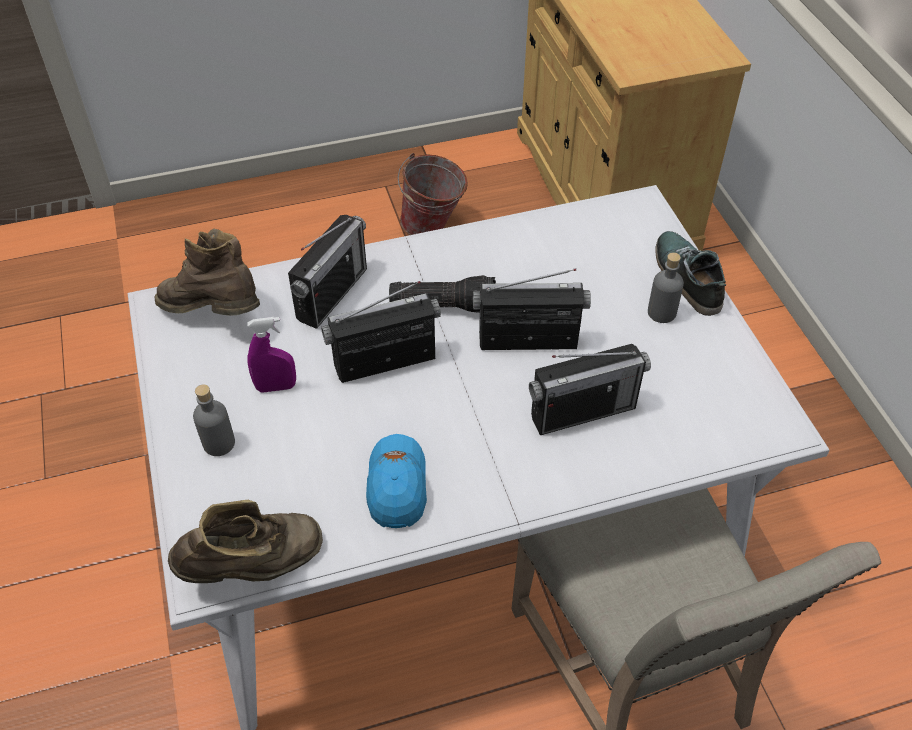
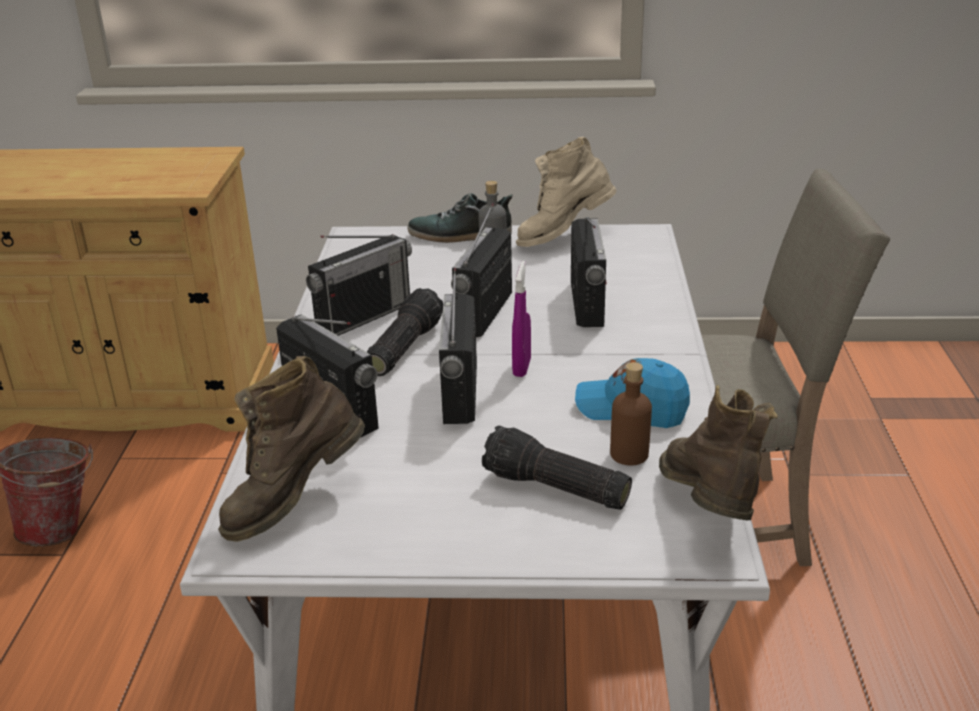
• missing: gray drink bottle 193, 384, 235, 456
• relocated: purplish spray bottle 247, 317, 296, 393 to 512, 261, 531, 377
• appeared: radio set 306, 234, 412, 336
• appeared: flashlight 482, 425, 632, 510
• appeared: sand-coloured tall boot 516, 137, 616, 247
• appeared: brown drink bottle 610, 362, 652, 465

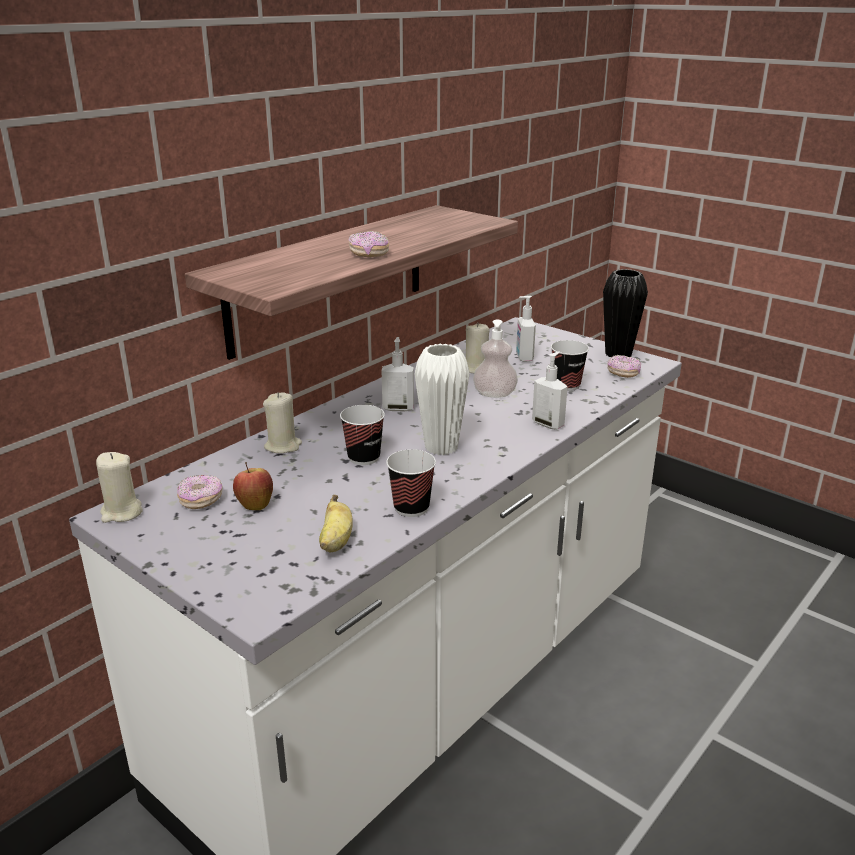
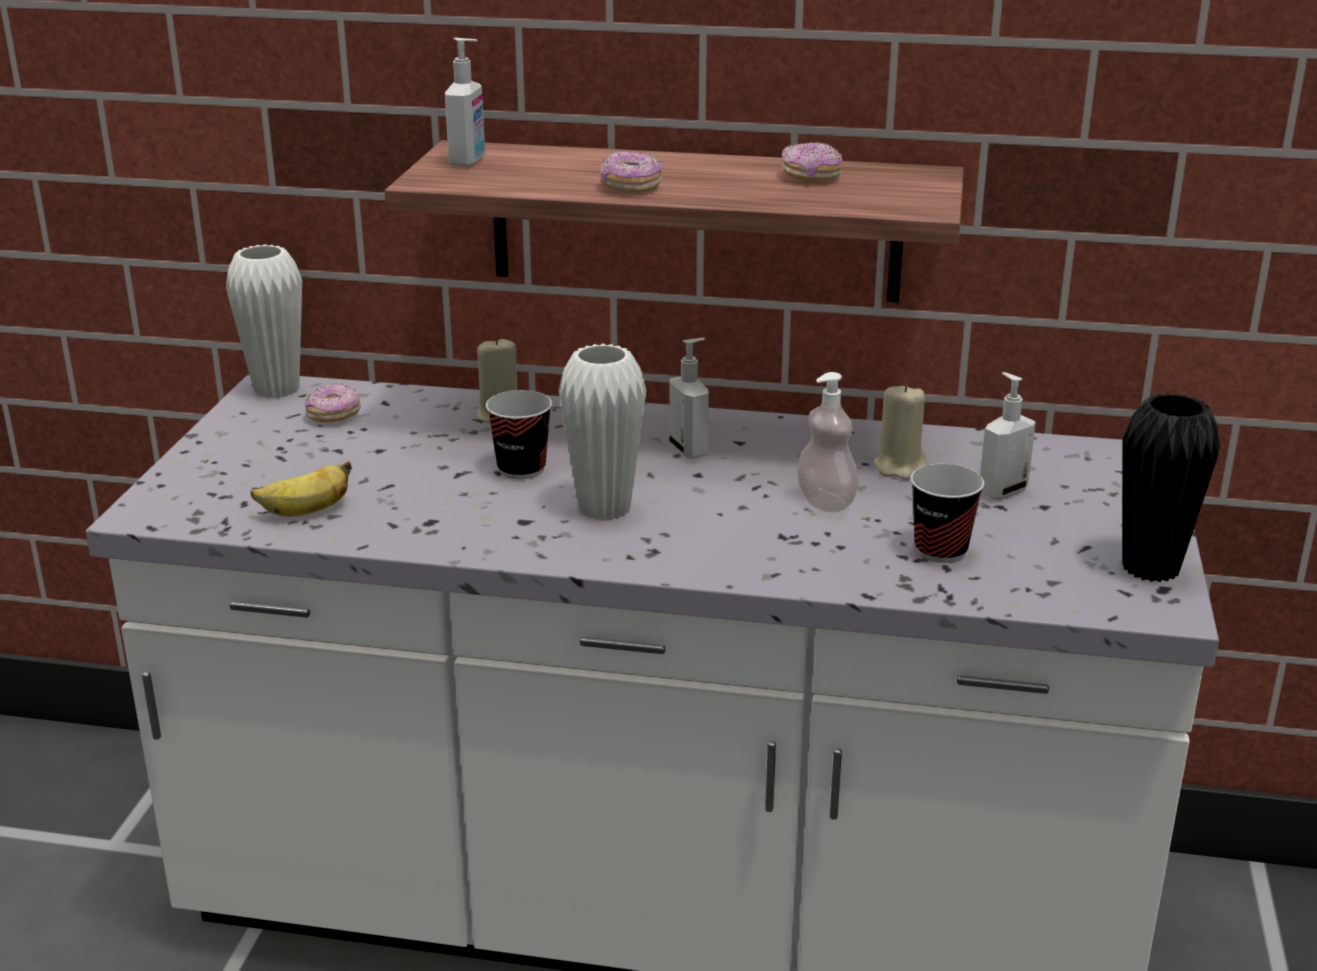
• exchanged: sand-coloured wax light 96, 452, 143, 523 to white vase 226, 244, 302, 399
• missing: whole apple 233, 462, 273, 510
• missing: drinking cup 386, 449, 436, 517
• relocated: liquid soap bottle 532, 351, 568, 429 to 445, 38, 485, 167
• relocated: ring doughnut 608, 355, 641, 378 to 782, 142, 843, 182

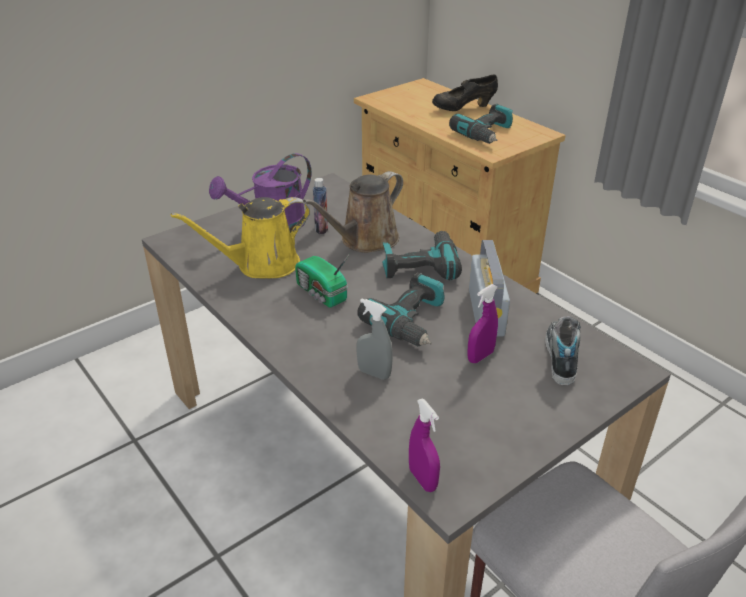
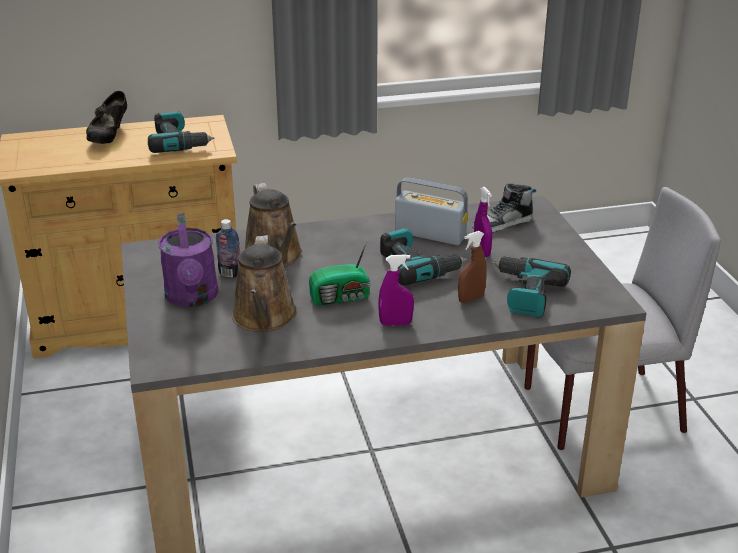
• colour: yellowish watering can 171, 197, 310, 278 to brown watering can 232, 235, 297, 332
• colour: gray spray bottle 357, 298, 393, 380 to brown spray bottle 458, 231, 487, 303
• relocated: drill 382, 231, 462, 280 to 492, 256, 571, 317
• relocated: purplish spray bottle 409, 399, 440, 492 to 378, 254, 414, 326
• spun: shoe 545, 316, 581, 386 = 472, 183, 536, 232 60 degrees counterclockwise

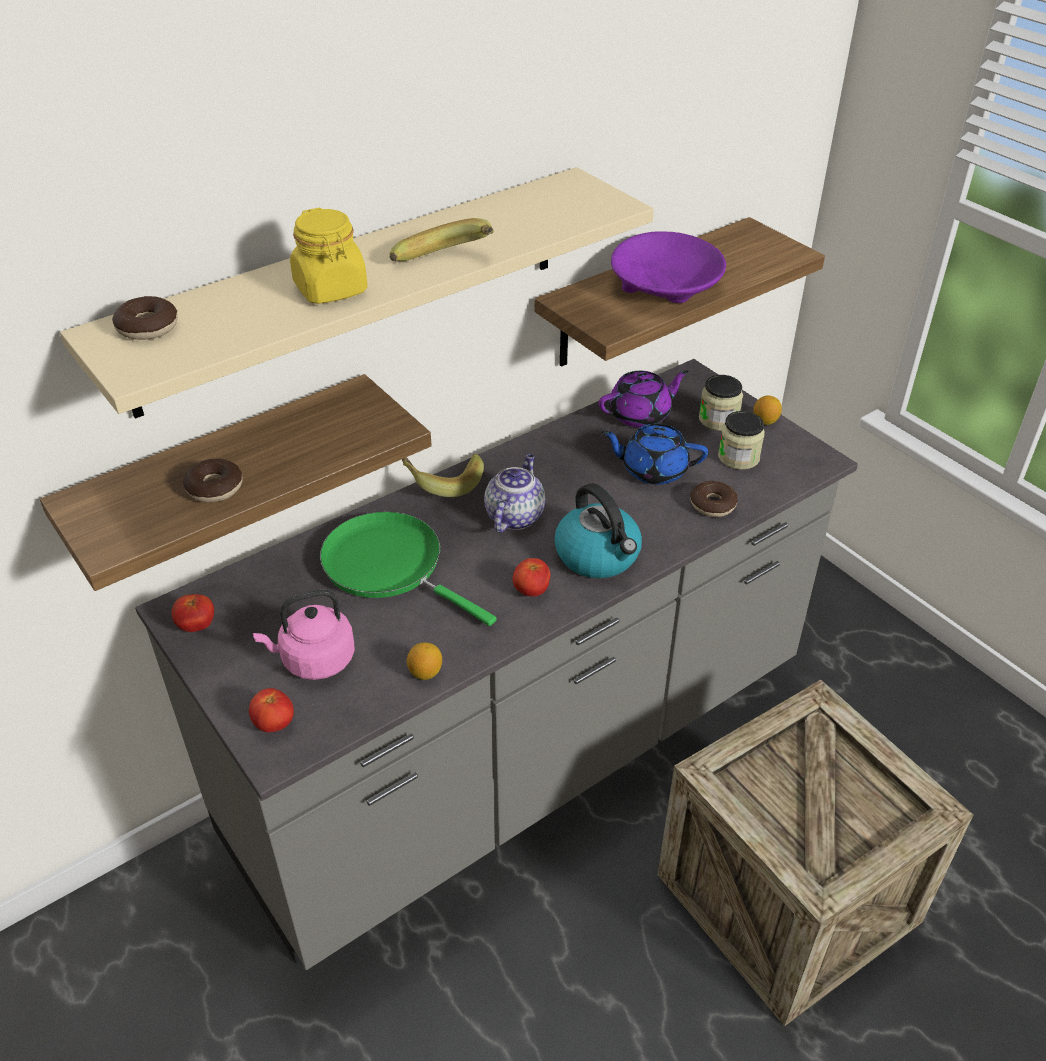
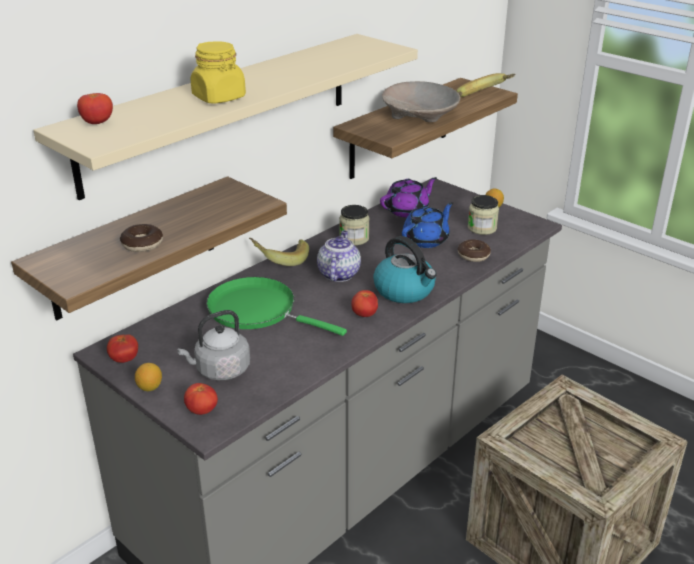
• exchanged: ring doughnut 112, 296, 178, 340 to whole tomato 77, 93, 113, 124
• colour: pinkish tea kettle 253, 589, 355, 680 to gray tea kettle 177, 310, 250, 380
• relocated: whole banana 389, 218, 494, 261 to 457, 73, 516, 97
• relocated: lemon 407, 642, 442, 680 to 135, 363, 162, 391
• spun: bluish teapot 601, 423, 708, 485 = 402, 202, 453, 248 135 degrees clockwise
• colour: purplish deep dish 611, 231, 726, 303 to sand-coloured deep dish 382, 81, 460, 122
• relocated: jar 699, 375, 743, 431 to 339, 205, 370, 246

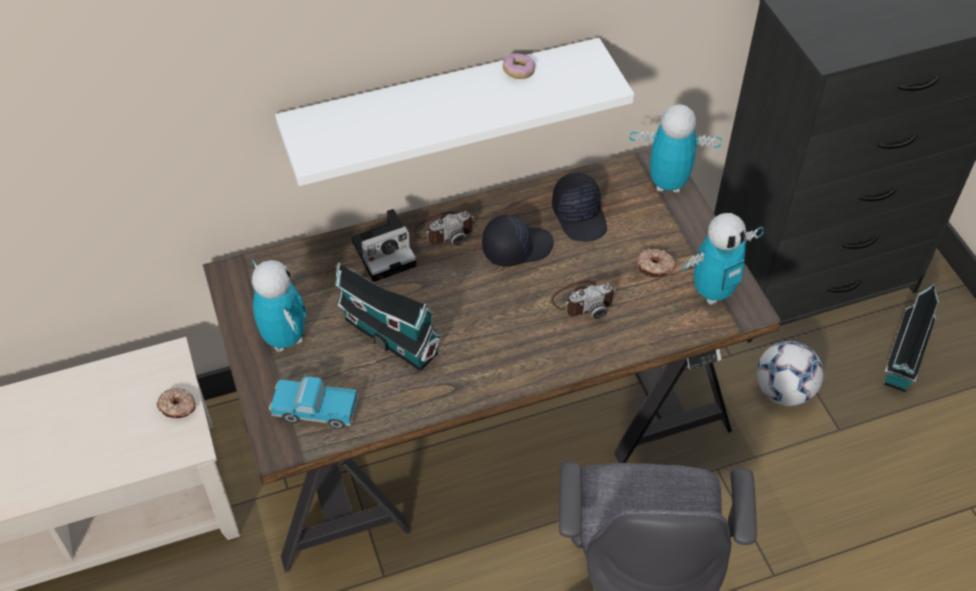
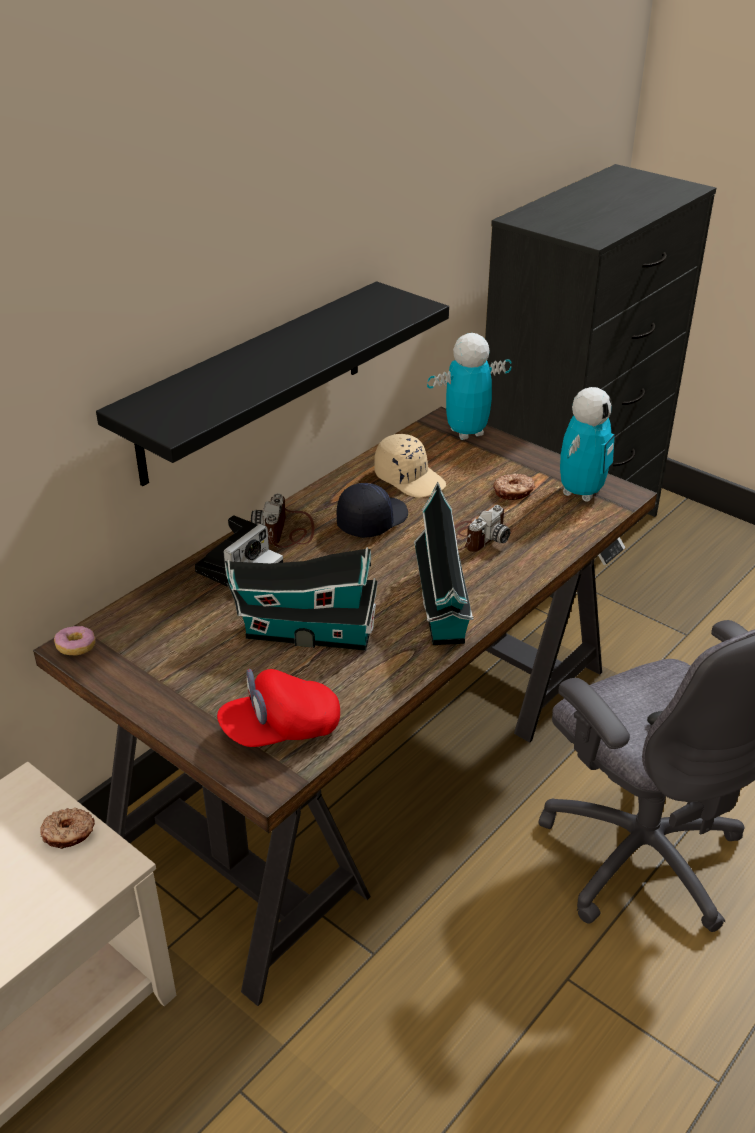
• missing: toy robot 252, 260, 307, 352
• exchanged: model truck 269, 375, 358, 429 to reddish cap 217, 669, 340, 747
• colour: white wall shelf 275, 38, 634, 186 to black wall shelf 96, 281, 449, 486
• spun: still camera 414, 211, 475, 246 = 251, 493, 315, 548 150 degrees clockwise
• relocated: ring doughnut 503, 53, 535, 79 to 54, 626, 96, 656
• colour: black cap 552, 173, 607, 242 to sand-coloured cap 374, 434, 446, 498
• missing: football 757, 341, 823, 406
• relocated: toy house 884, 283, 939, 392 to 414, 482, 474, 645

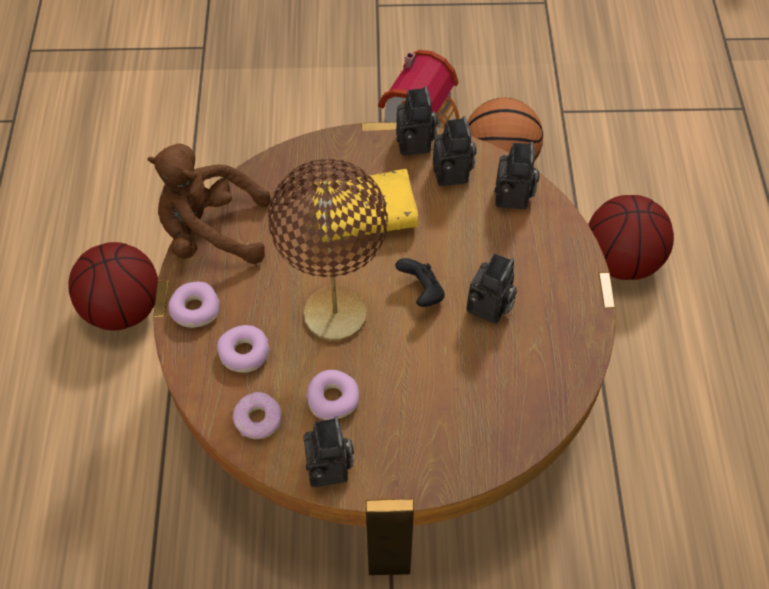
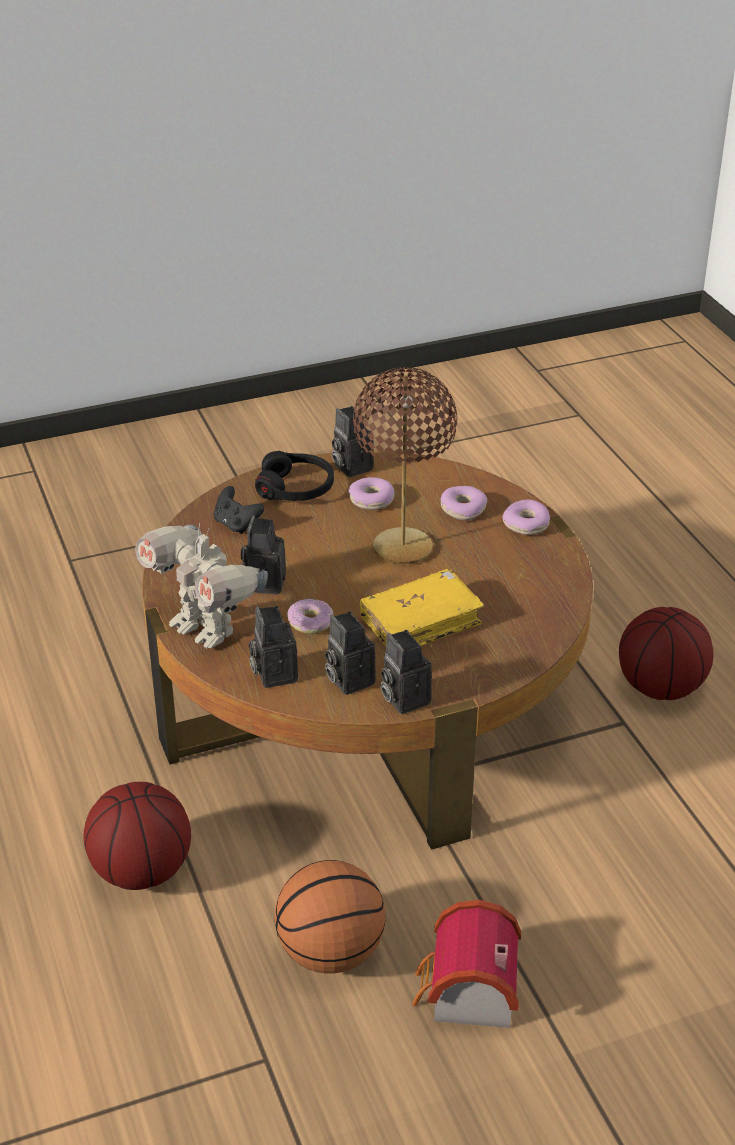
• missing: brown soft toy 147, 143, 271, 264
• relocated: ring doughnut 233, 392, 282, 439 to 287, 599, 333, 634
• relocated: black joypad 395, 258, 445, 307 to 214, 486, 264, 534
• appeared: toy robot 135, 523, 268, 648
• appeared: black headset 255, 451, 334, 501

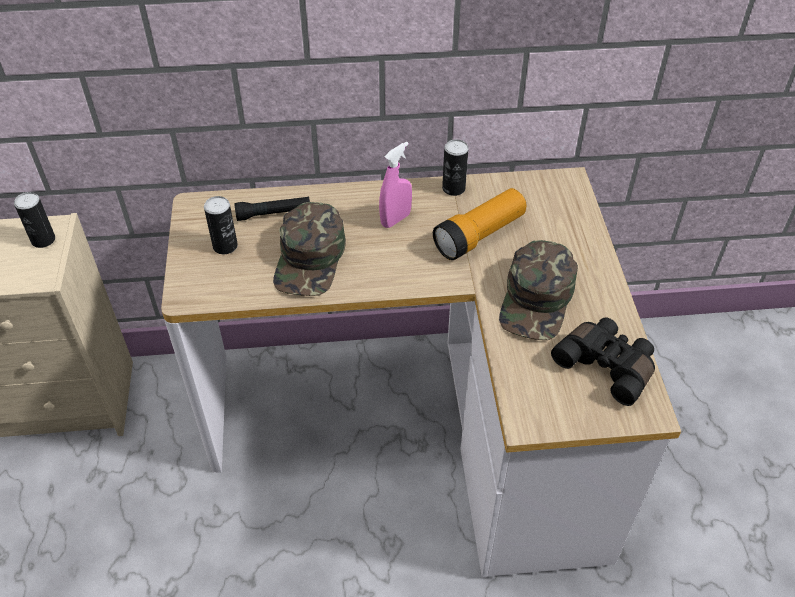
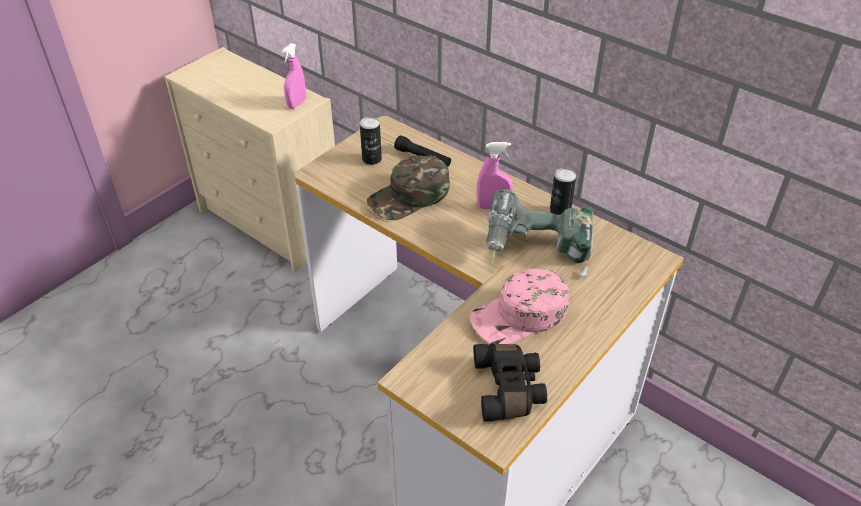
• exchanged: can 14, 192, 55, 248 to pinkish spray bottle 281, 43, 306, 109
• exchanged: flashlight 433, 188, 526, 260 to drill 487, 189, 593, 277
• colour: greenish cap 499, 240, 578, 340 to pinkish cap 470, 268, 569, 344

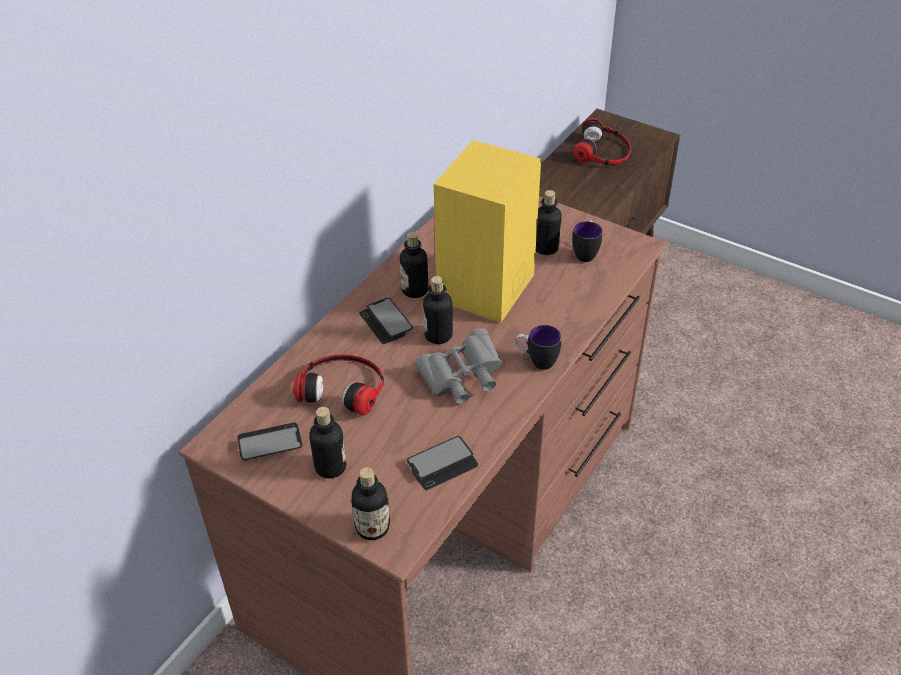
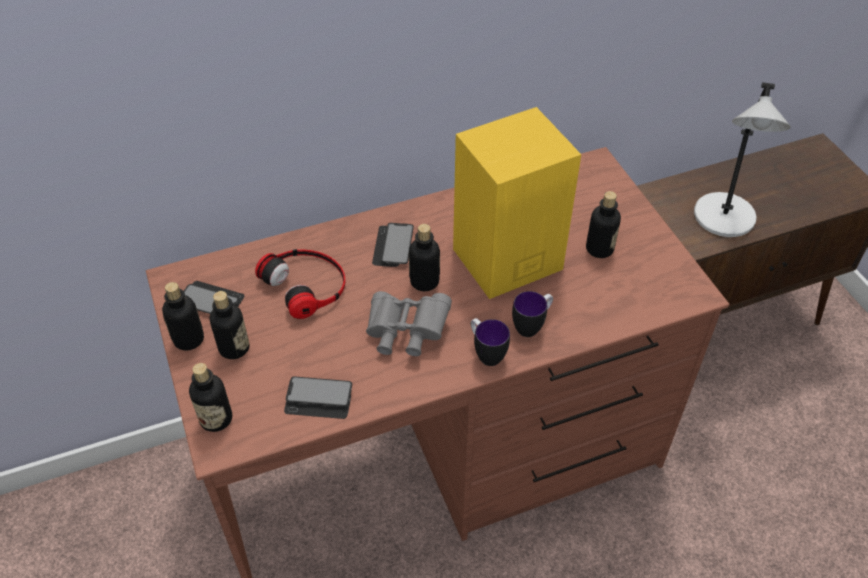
• relocated: drink bottle 400, 232, 428, 298 to 162, 282, 204, 351
• relocated: tea mug 572, 221, 602, 262 to 512, 291, 553, 337
• missing: headset 573, 118, 631, 165
• appeared: gray lamp for a table 694, 82, 791, 237

